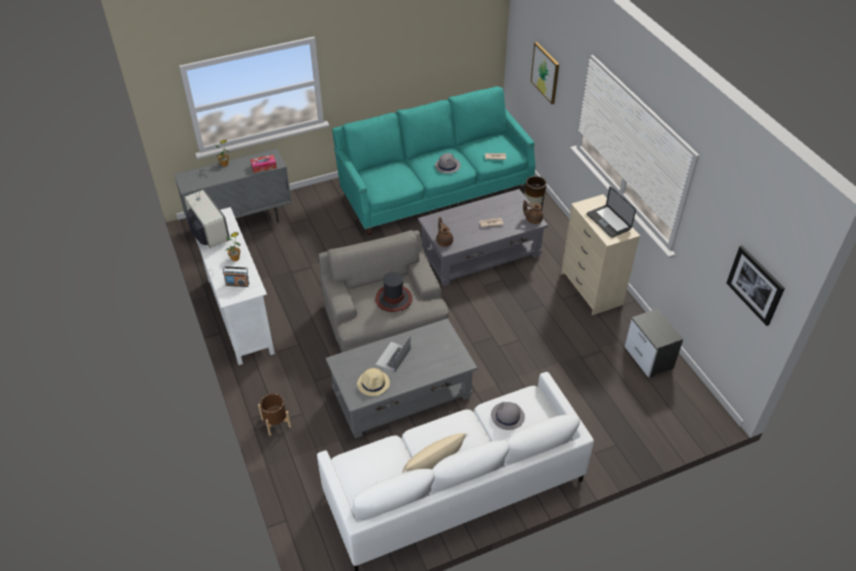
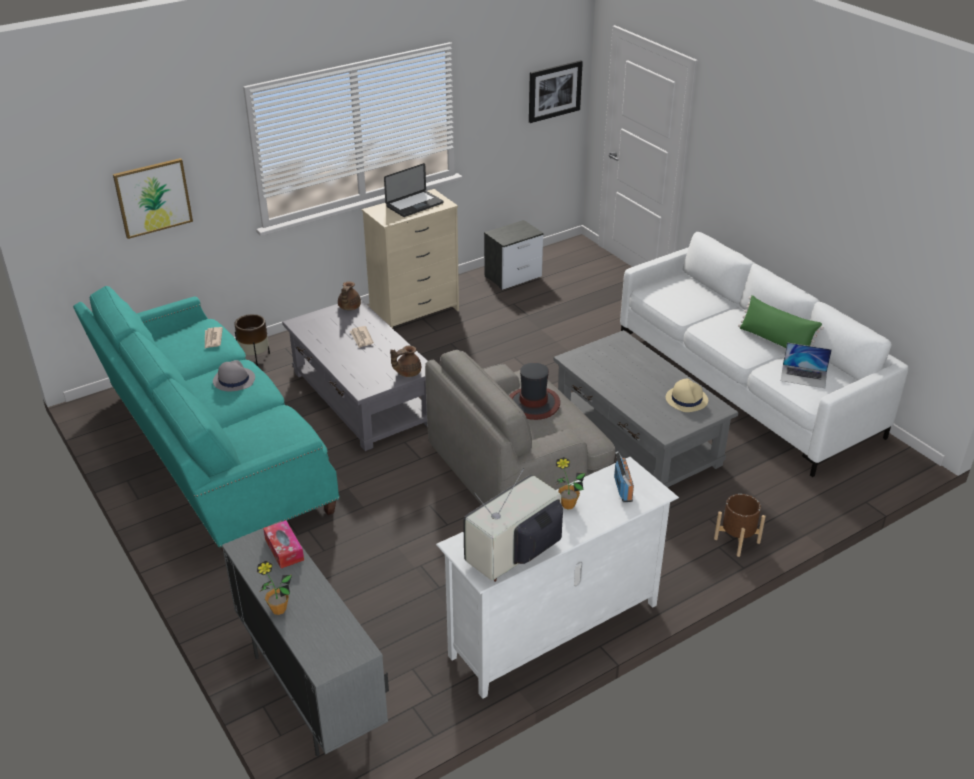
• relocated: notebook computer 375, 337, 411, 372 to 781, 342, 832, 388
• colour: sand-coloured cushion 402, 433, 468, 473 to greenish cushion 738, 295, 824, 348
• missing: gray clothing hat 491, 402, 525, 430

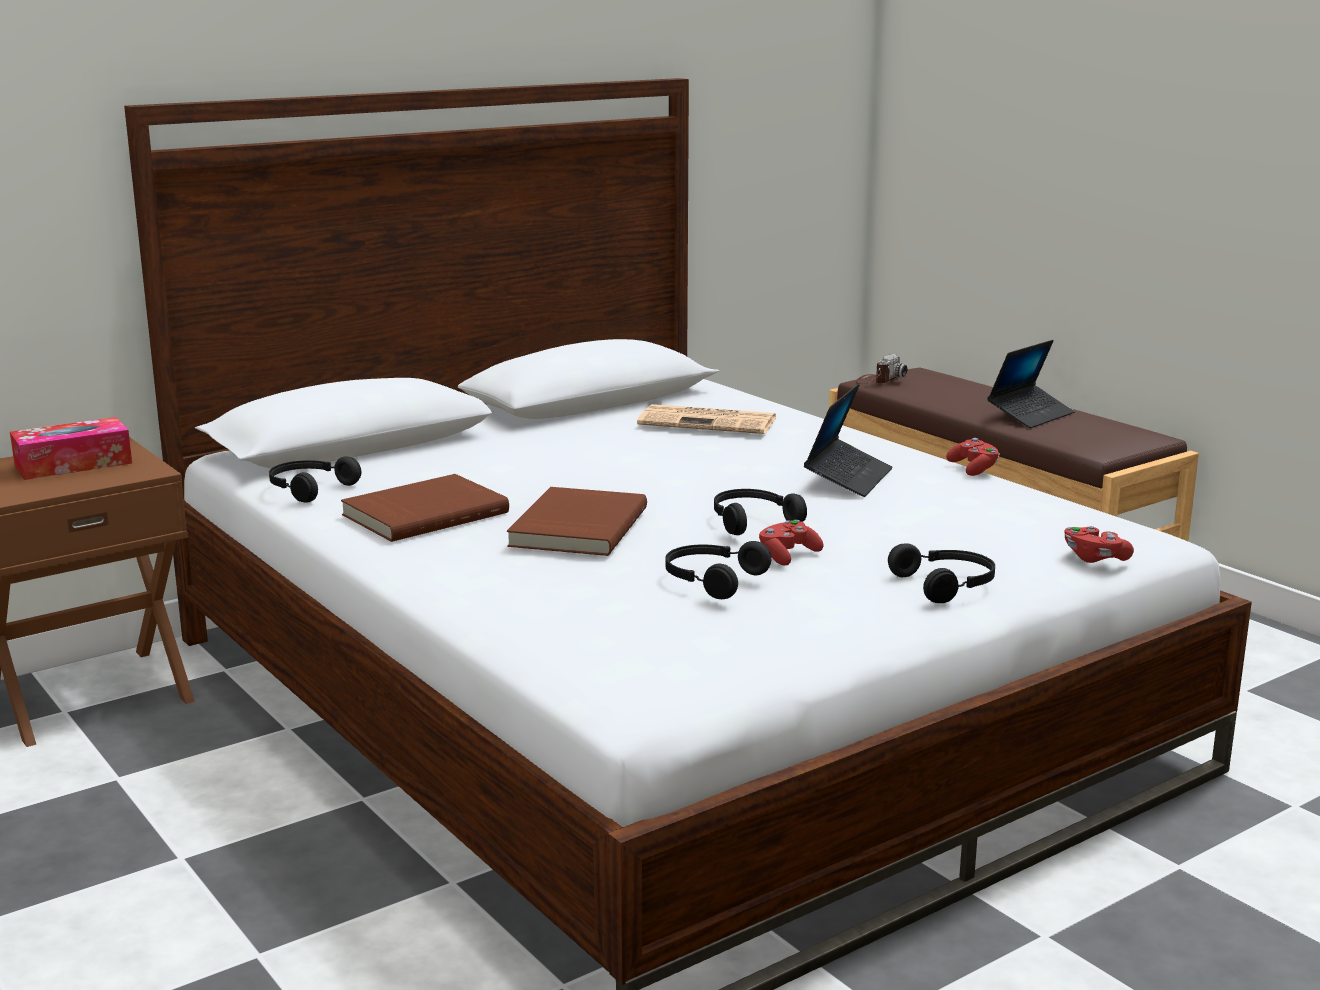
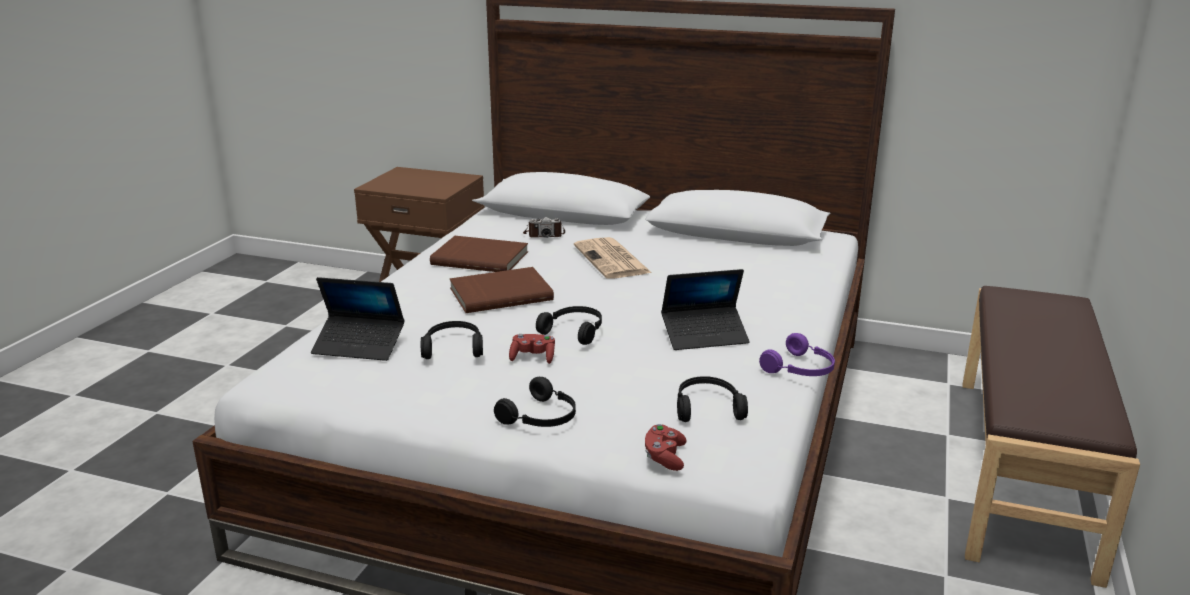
• missing: tissue box 10, 417, 132, 480
• relocated: black headset 269, 456, 362, 502 to 677, 376, 748, 422
• relocated: daily paper 637, 404, 777, 434 to 574, 237, 652, 279
• relocated: still camera 856, 354, 907, 384 to 523, 217, 565, 238
• exchanged: reddish joypad 946, 438, 1000, 476 to purplish headset 759, 333, 835, 376
• relocated: notebook computer 987, 340, 1075, 428 to 311, 277, 405, 361

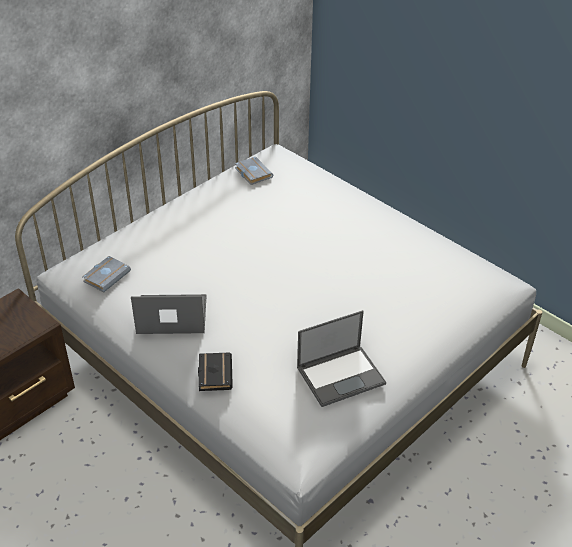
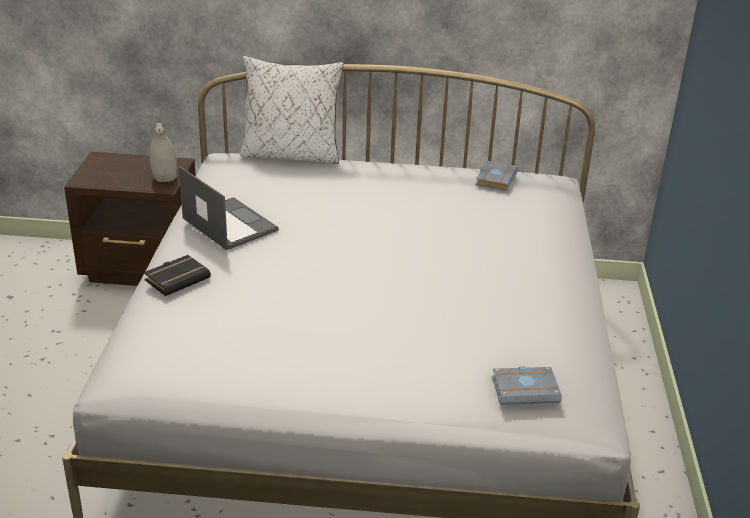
• relocated: gray bound book 82, 256, 131, 292 to 492, 366, 562, 405
• missing: notebook computer 297, 310, 386, 407
• appeared: white vase 150, 123, 177, 182
• appeared: white cushion 240, 56, 344, 164

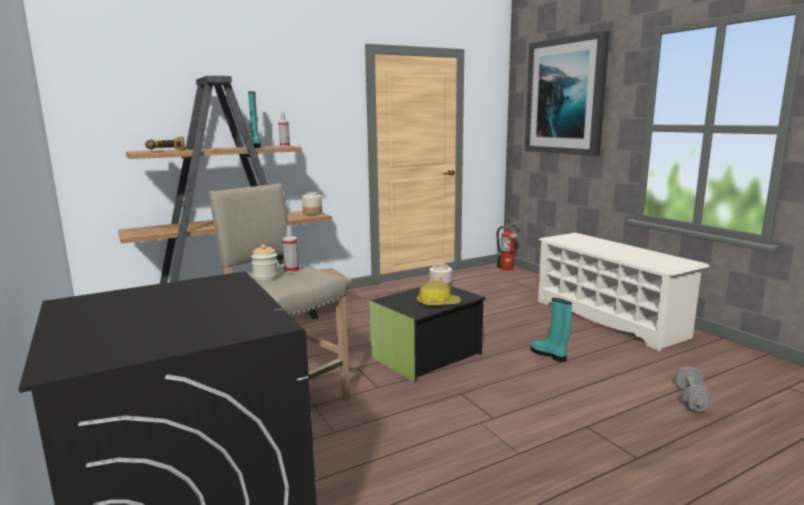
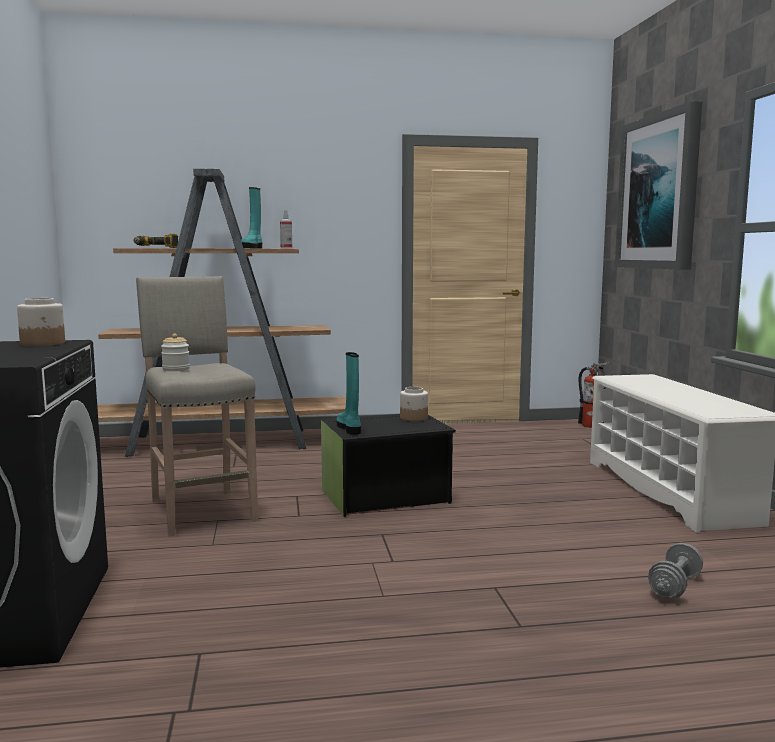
• missing: spray bottle 282, 226, 299, 273
• relocated: jar 302, 192, 322, 215 to 17, 298, 65, 346
• missing: work helmet 417, 280, 461, 305
• relocated: turquoise-coloured tall boot 530, 298, 572, 362 to 337, 352, 361, 435

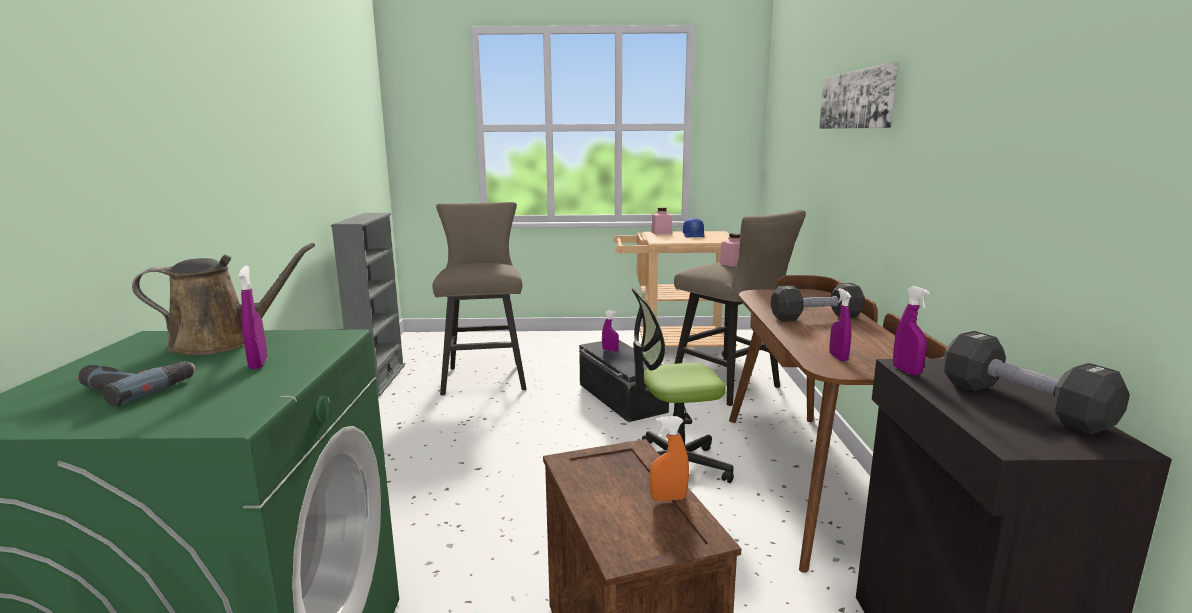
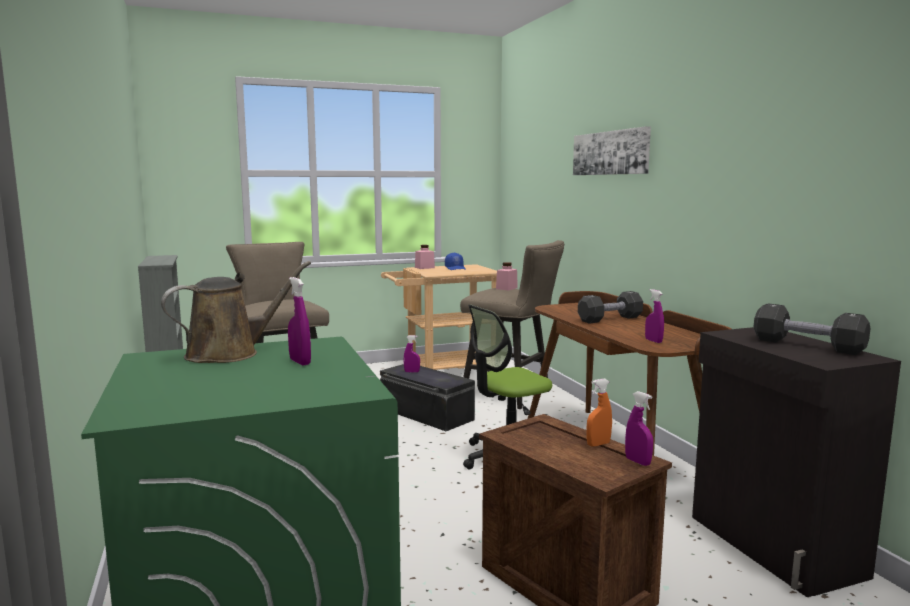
• missing: drill 78, 361, 195, 406
• relocated: purplish spray bottle 893, 286, 930, 375 to 625, 391, 653, 466

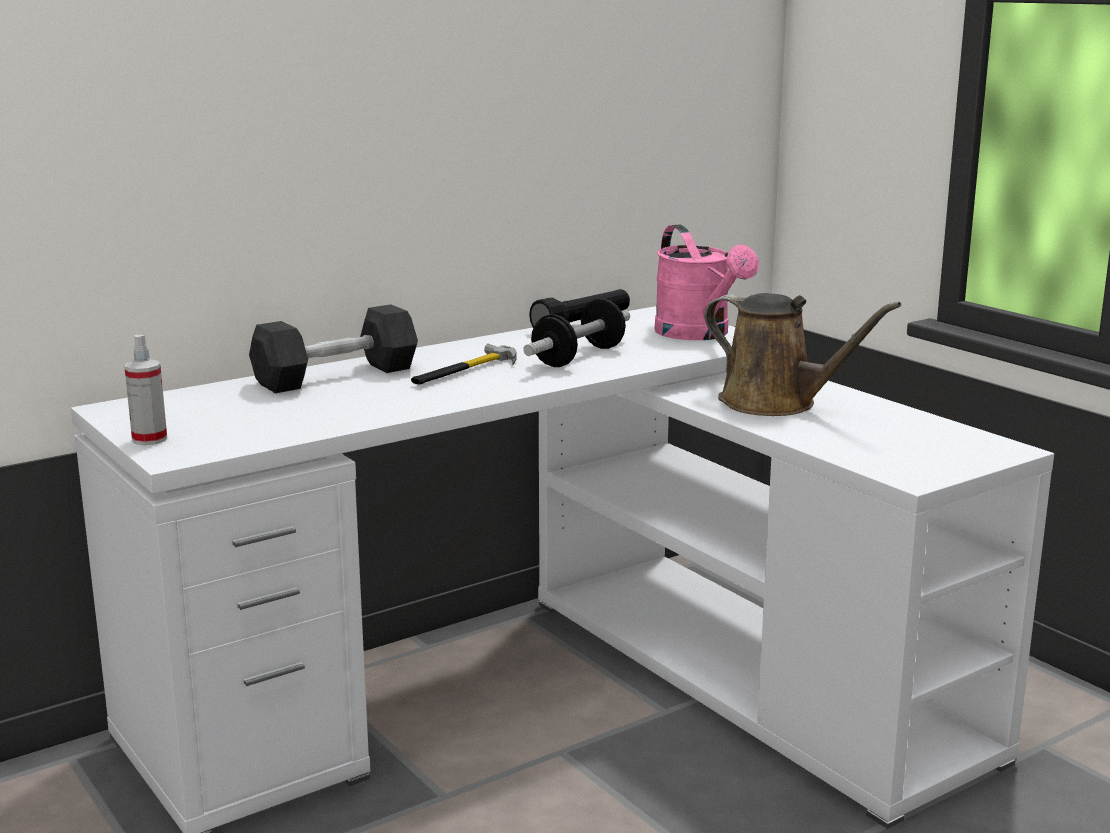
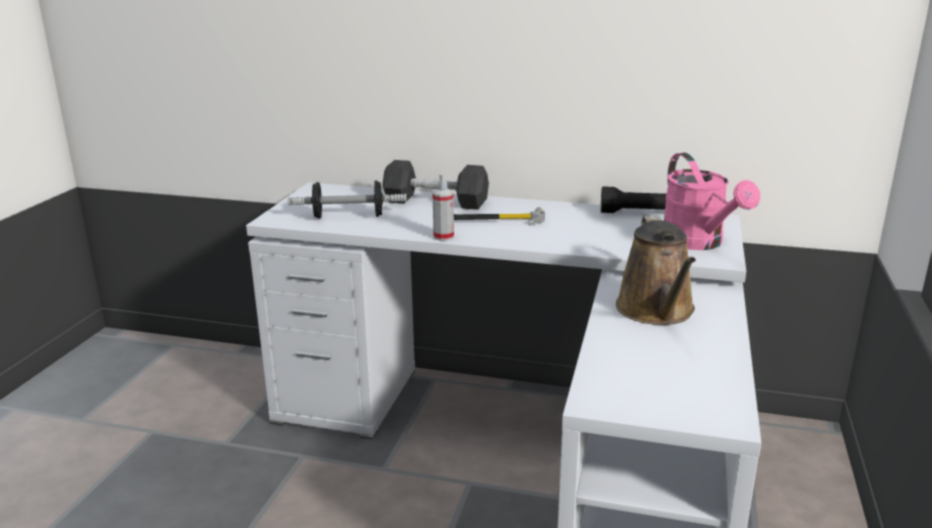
• relocated: spray bottle 124, 335, 167, 445 to 432, 173, 454, 241
• relocated: hand weight 523, 299, 630, 367 to 288, 180, 407, 218
• spun: pinkish watering can 655, 224, 759, 340 = 664, 153, 760, 250 45 degrees counterclockwise

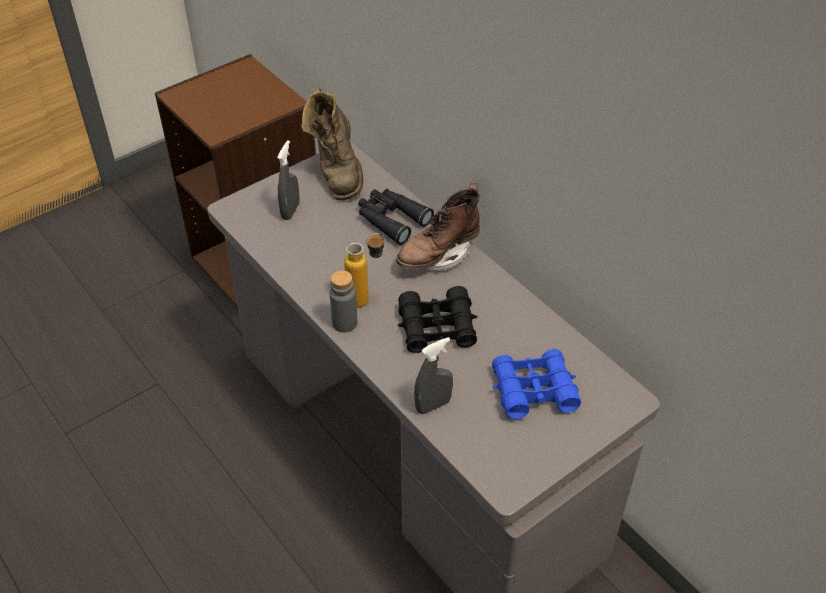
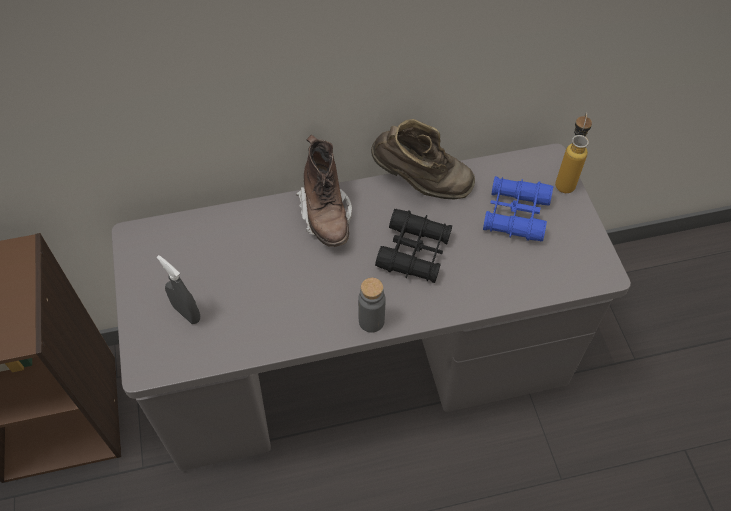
• relocated: brown tall boot 301, 89, 363, 200 to 371, 119, 475, 200
• relocated: drink bottle 344, 233, 385, 308 to 555, 112, 592, 193
• missing: black pair of binoculars 358, 189, 434, 245
• missing: gray spray bottle 414, 337, 453, 414

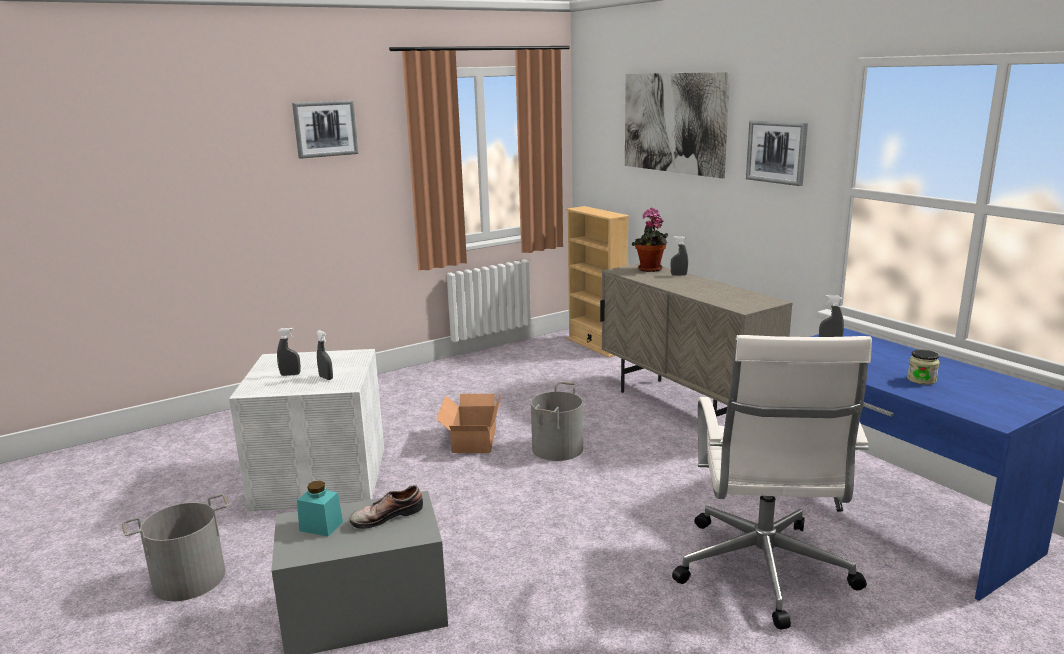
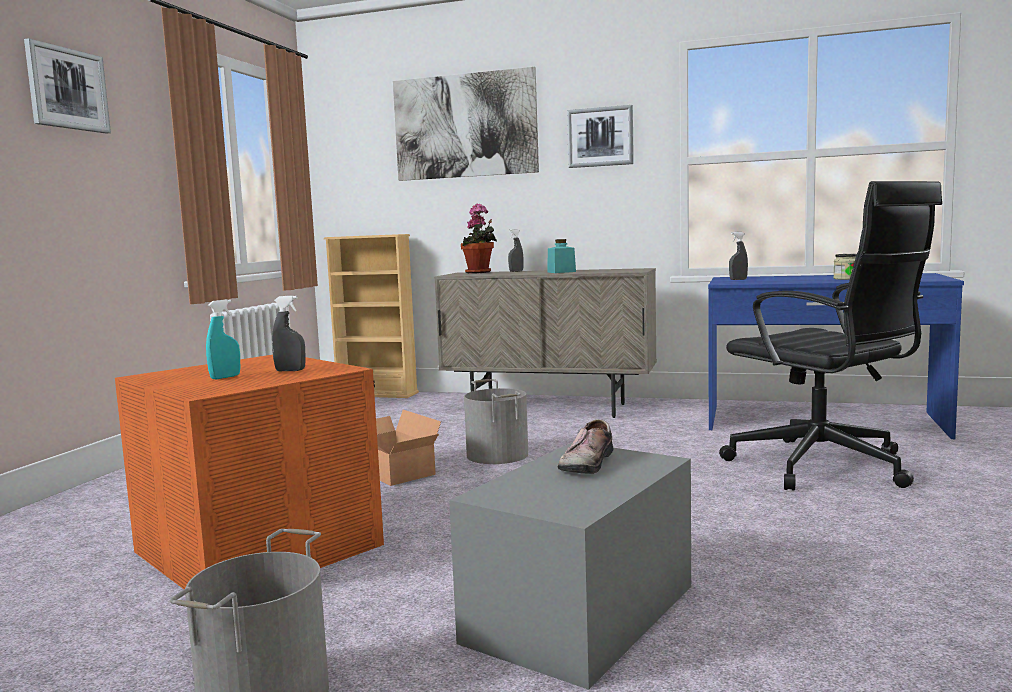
• colour: white storage box 229, 349, 384, 512 to orange storage box 115, 355, 384, 589
• colour: gray spray bottle 277, 328, 301, 376 to turquoise-coloured spray bottle 206, 299, 240, 379
• relocated: turquoise-coloured jar 297, 481, 343, 537 to 547, 239, 576, 273
• colour: white office chair 672, 335, 872, 630 to black office chair 719, 181, 942, 490

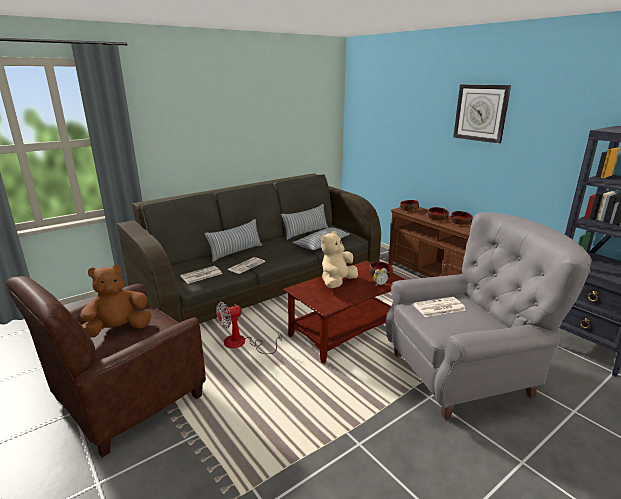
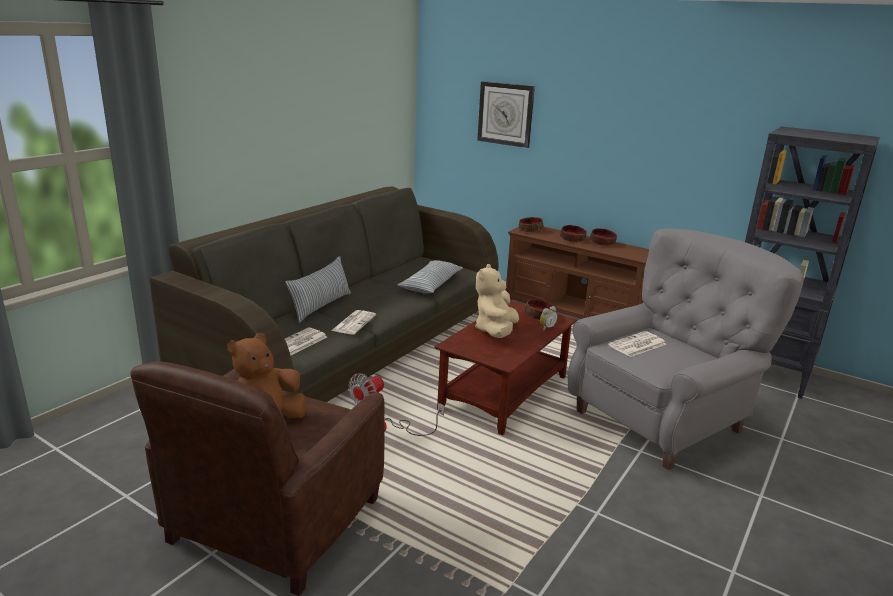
• missing: cushion 281, 204, 328, 240
• relocated: hanging clock 453, 84, 511, 144 to 477, 81, 535, 148

